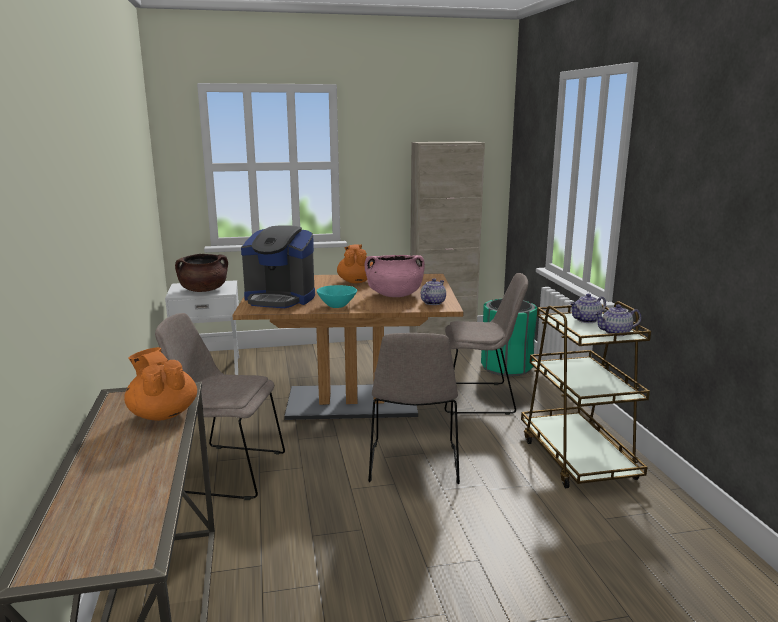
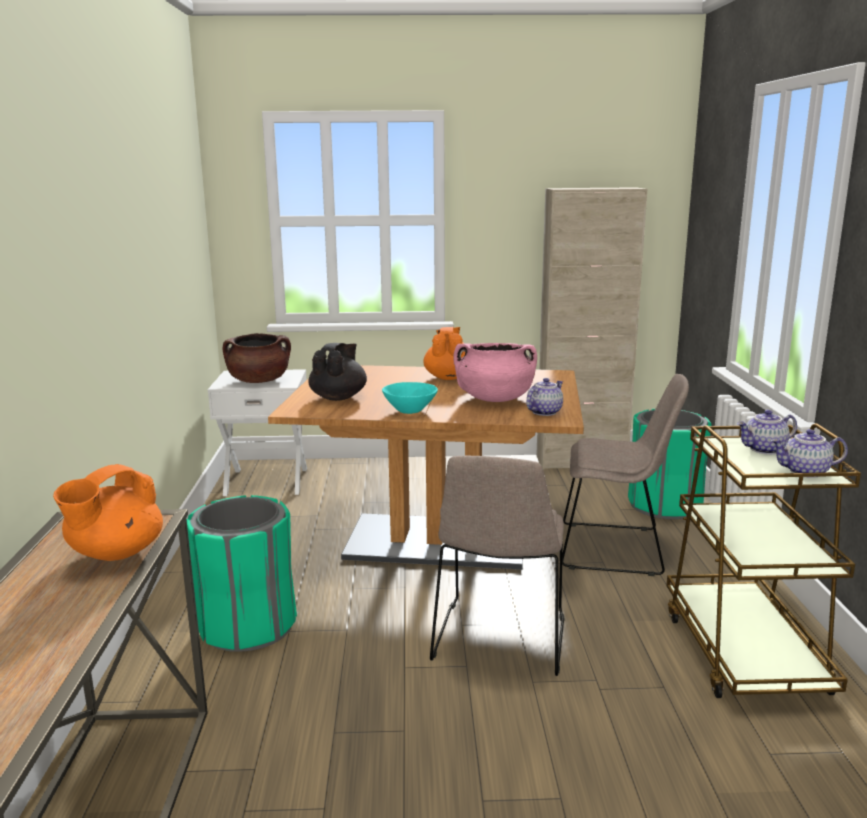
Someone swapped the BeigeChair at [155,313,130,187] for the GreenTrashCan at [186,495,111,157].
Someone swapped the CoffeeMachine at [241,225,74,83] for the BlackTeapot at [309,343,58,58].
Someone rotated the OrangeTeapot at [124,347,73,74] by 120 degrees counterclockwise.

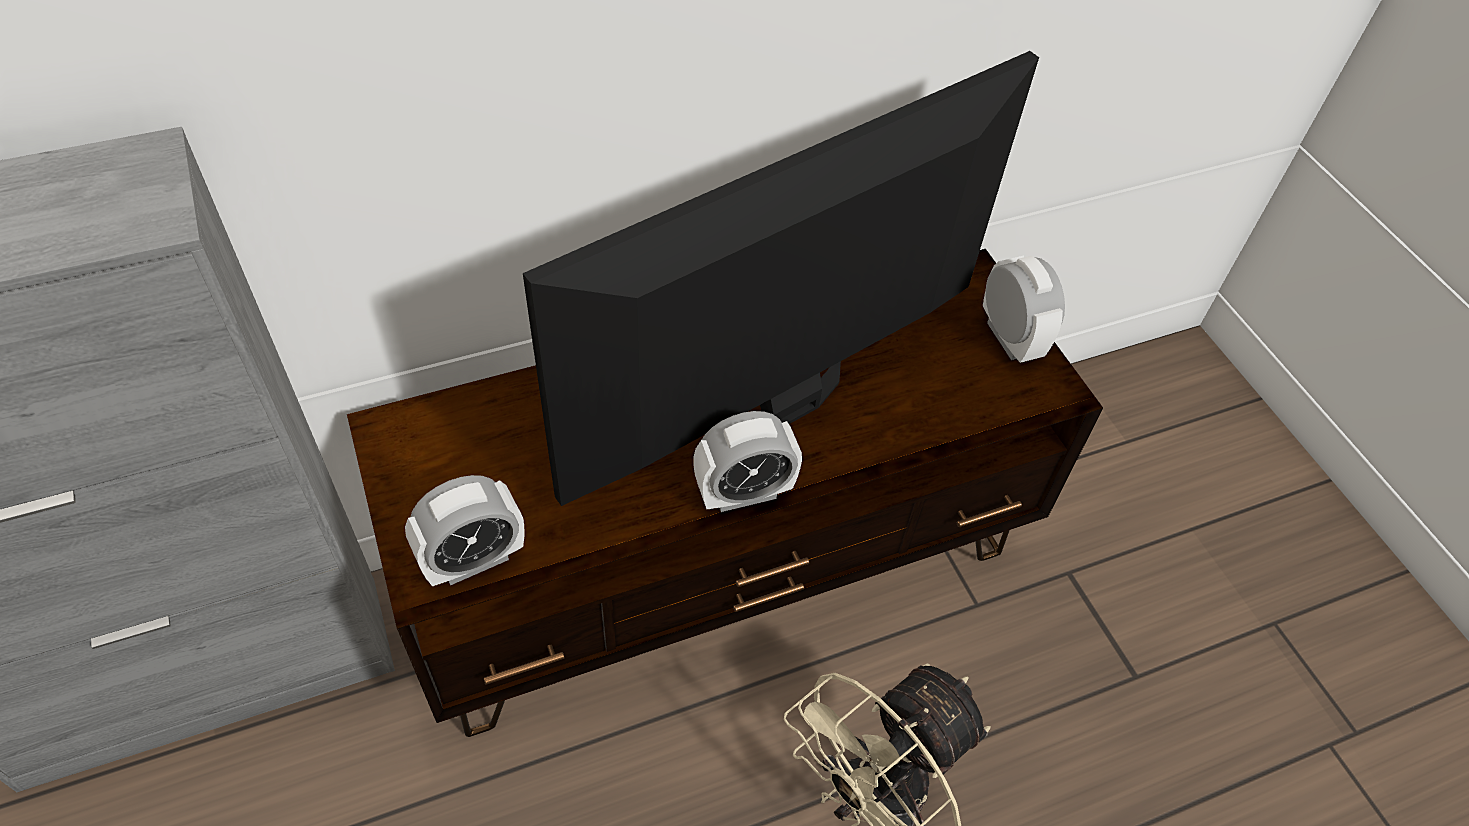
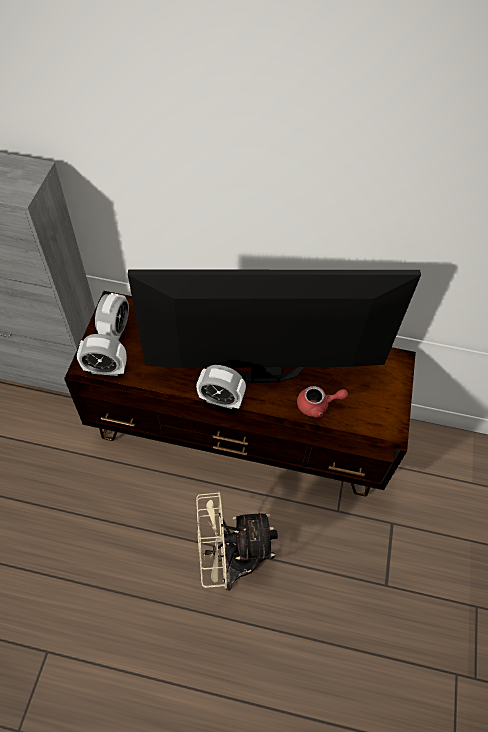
Someone put down the RedTeapot at [297,386,51,32].
Someone carried the AlarmClock from [983,256,82,107] to [95,293,34,48].

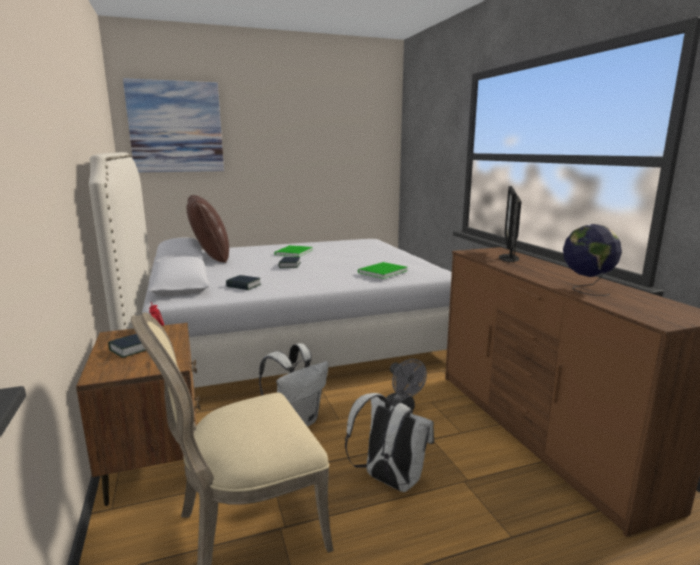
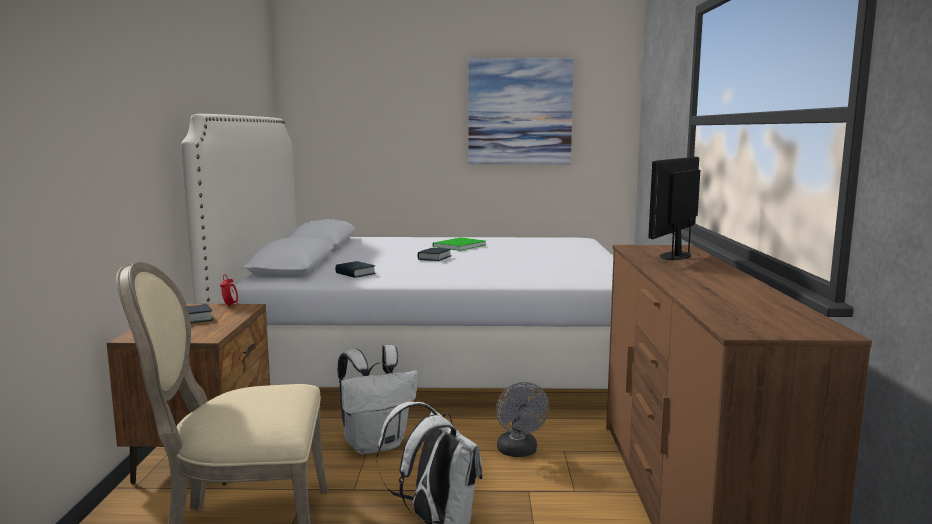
Someone took away the BrownPillow at [187,195,42,68].
Someone took away the GreenBook at [358,262,50,17].
Someone took away the Globe at [563,224,59,72].
Someone carried the Picture from [123,78,101,95] to [468,58,106,106].

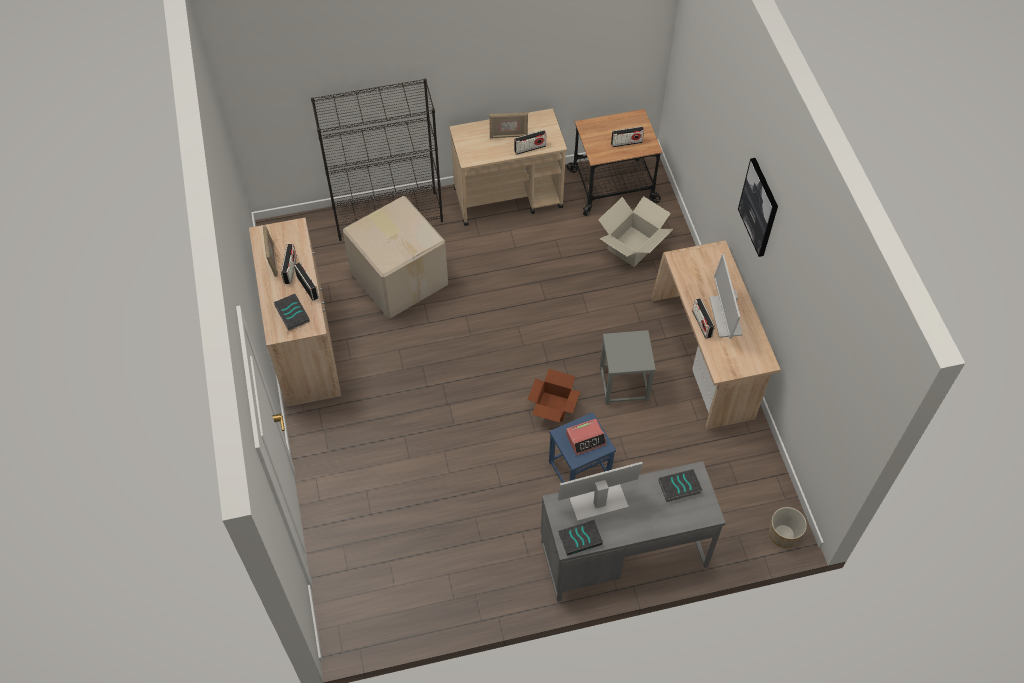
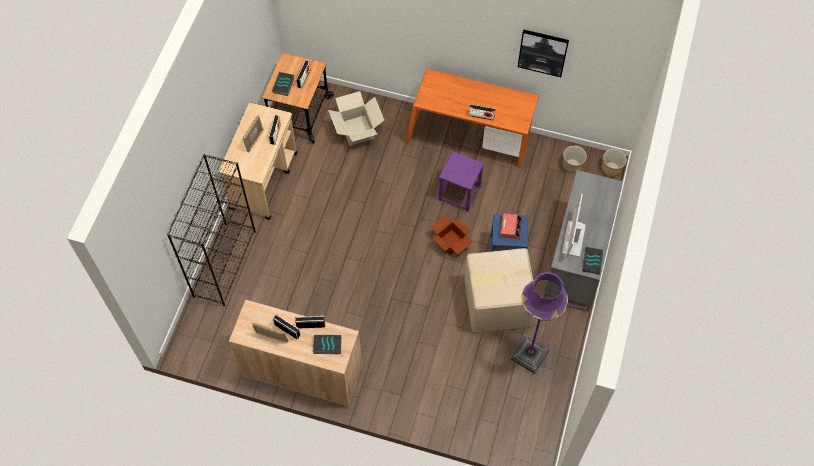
Someone took away the Monitor at [709,254,34,85].
Someone put down the PurpleFloorLamp at [510,272,58,102].
Someone put down the Planter at [563,146,24,27].
Someone carried the CardboardBox from [343,196,105,122] to [464,248,71,85].
Someone carried the Book from [658,469,45,33] to [272,72,23,24].
Someone carried the Picture from [738,158,40,99] to [518,30,51,47].
Someone repainted the GreyStool at [600,330,56,75], which became the PurpleStool at [439,151,45,61].
Someone repainted the BeigeDesk at [651,240,130,189], which became the OrangeDesk at [406,69,133,98].

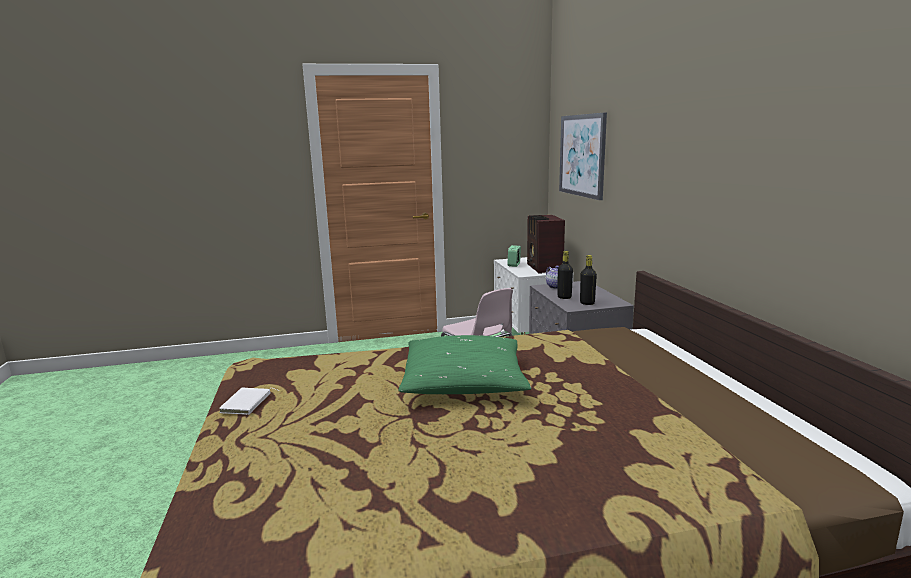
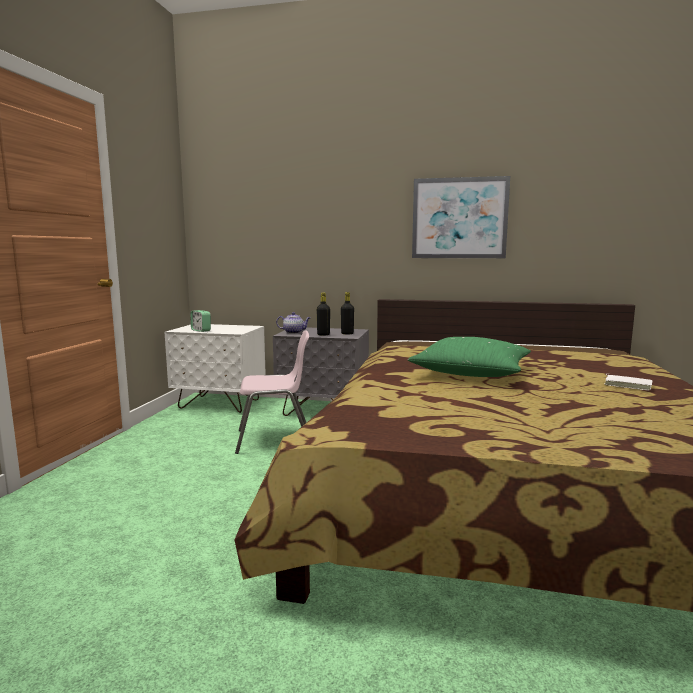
Someone took away the Radio at [527,215,38,59].
Someone carried the WhiteBook from [219,388,60,27] to [604,373,48,18].
Someone carried the Picture from [559,113,48,87] to [412,176,98,82].

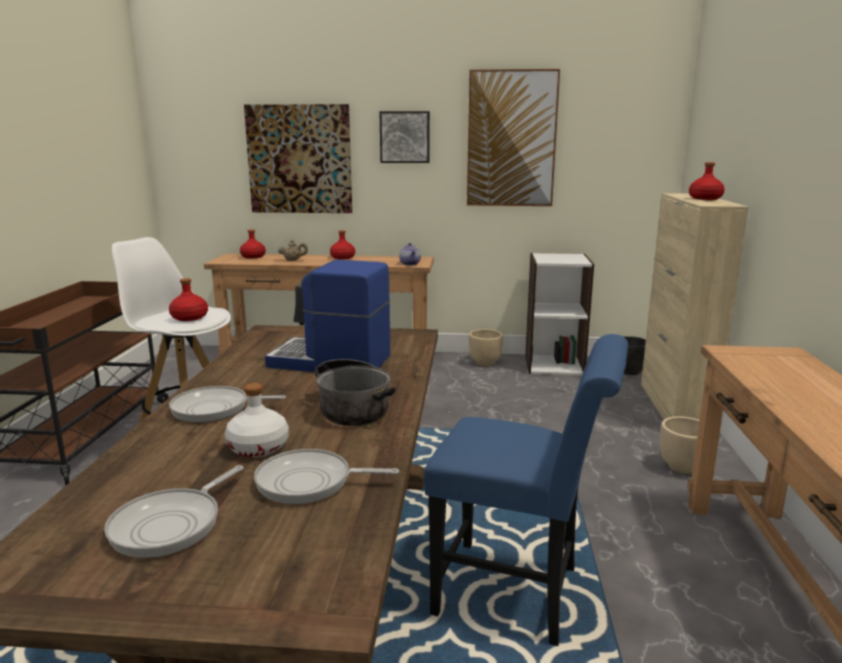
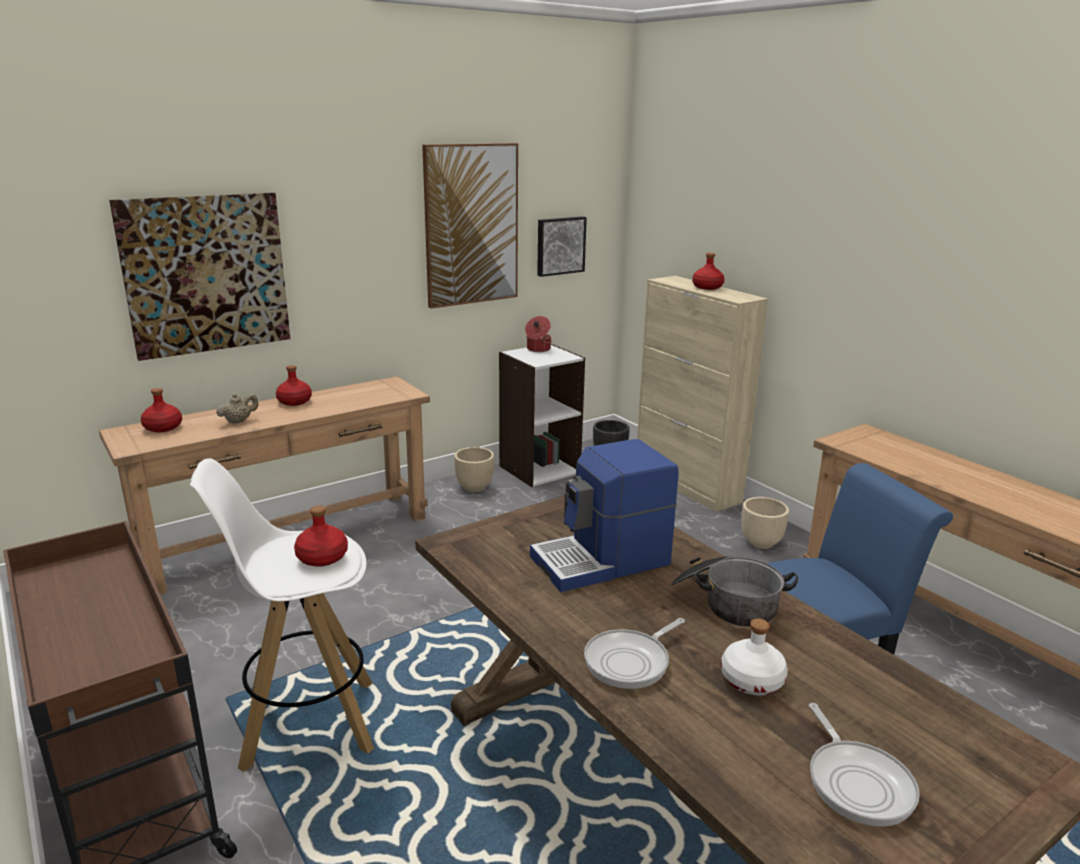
Someone took away the FryingPan at [254,449,145,55].
Someone took away the Teapot at [399,243,22,23].
Someone put down the CookingPot at [525,316,27,36].
Someone carried the Picture from [379,111,51,52] to [537,216,50,61].

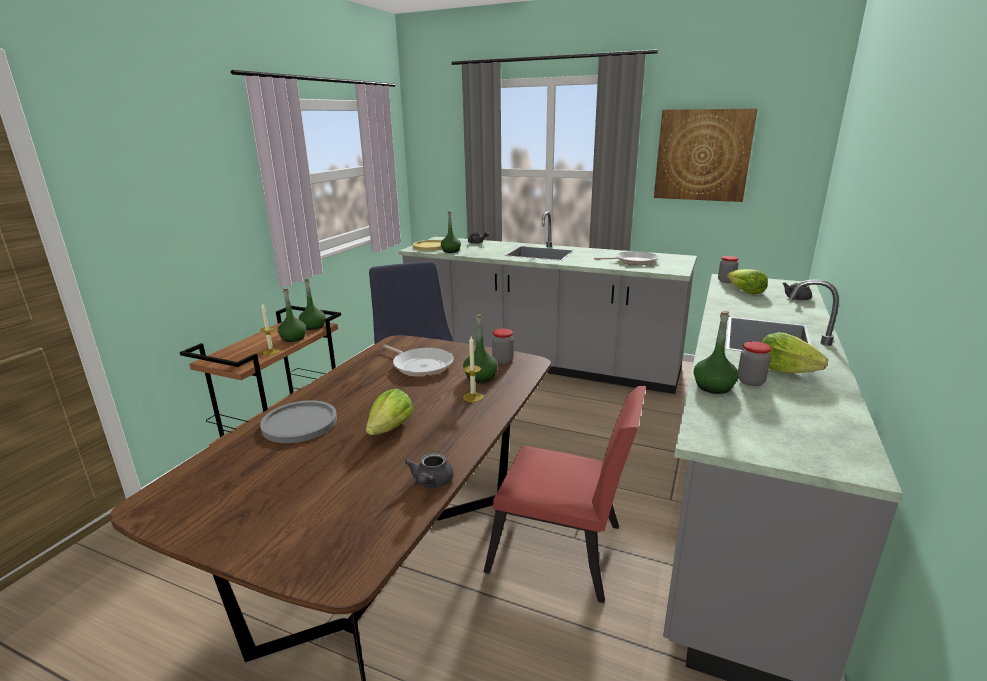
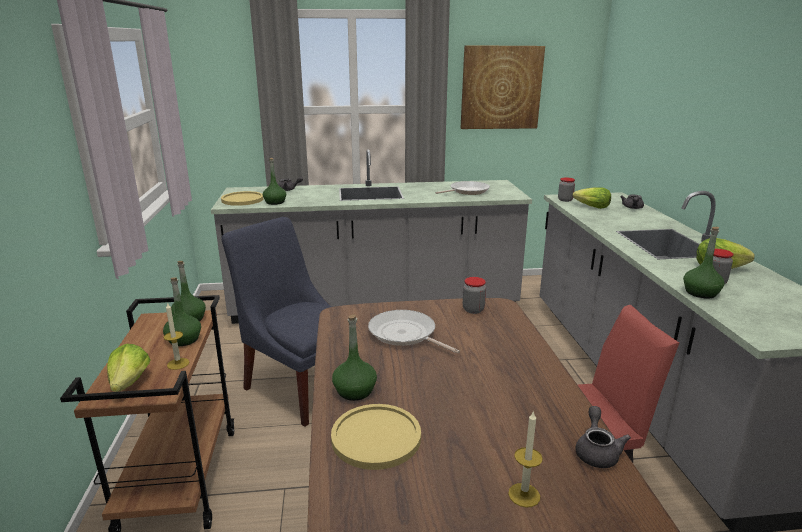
Someone carried the Lettuce from [366,389,48,46] to [107,344,44,48].
Someone carried the GreenBottle from [463,314,35,69] to [332,315,45,86].
Someone carried the Candle from [463,336,20,66] to [508,410,35,98].
Someone repainted the GreyPlate at [260,400,77,43], which became the YellowPlate at [331,404,90,66].
Someone rotated the FryingPan at [383,345,71,32] by 150 degrees counterclockwise.
Someone rotated the GreyTeapot at [405,453,49,35] by 150 degrees counterclockwise.

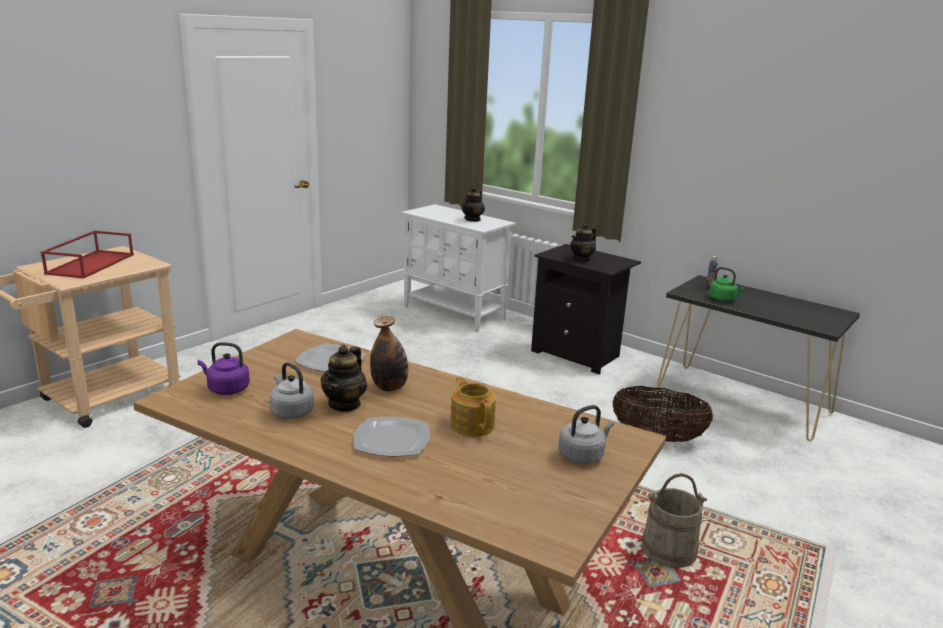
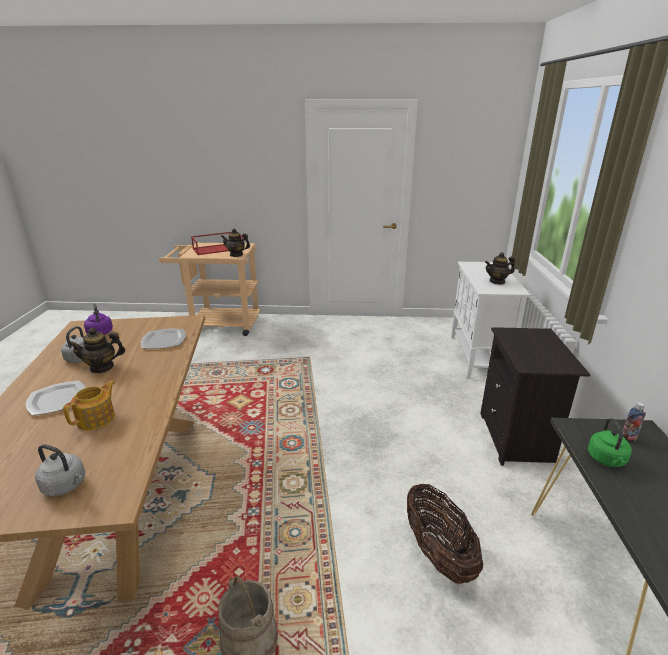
Someone took away the Bottle at [370,316,38,75].
Someone carried the Teapot from [570,223,26,39] to [221,229,29,28].

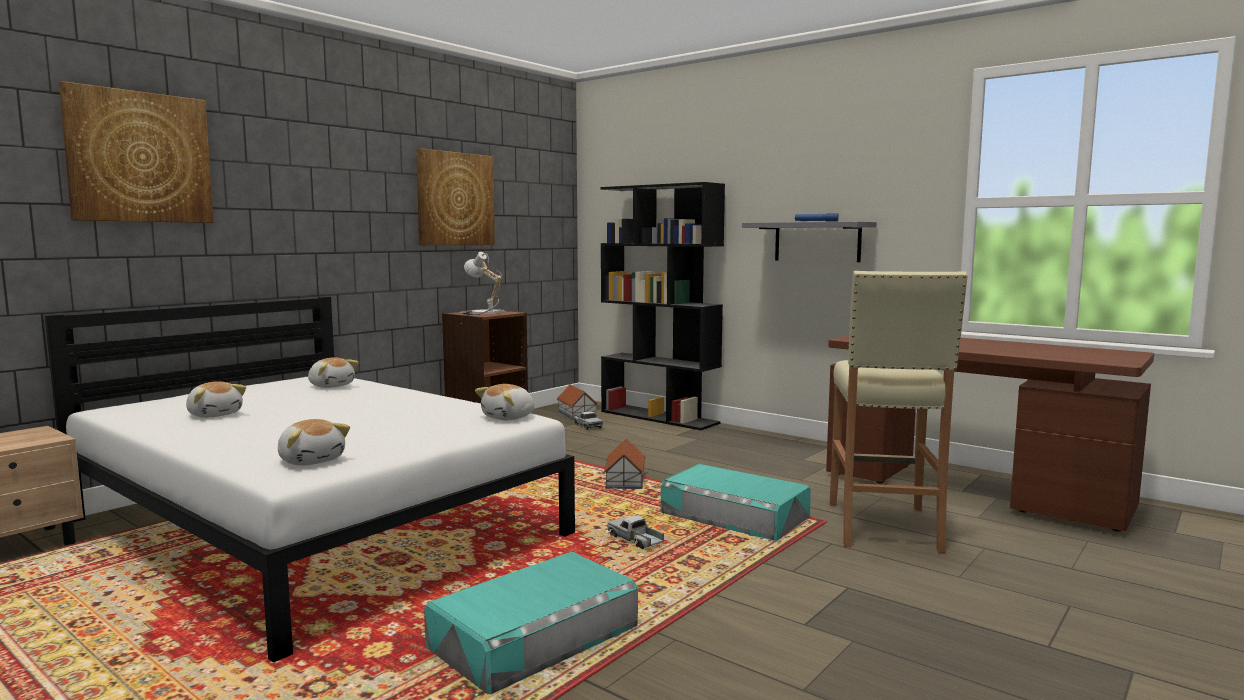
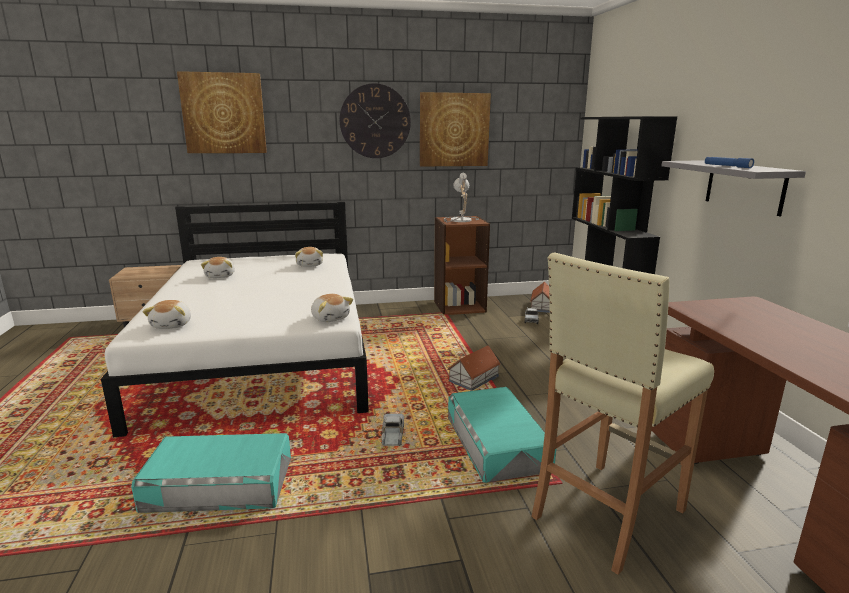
Someone put up the WallClock at [339,83,72,75].
Someone rotated the PlushToy at [475,384,59,36] by 120 degrees counterclockwise.

